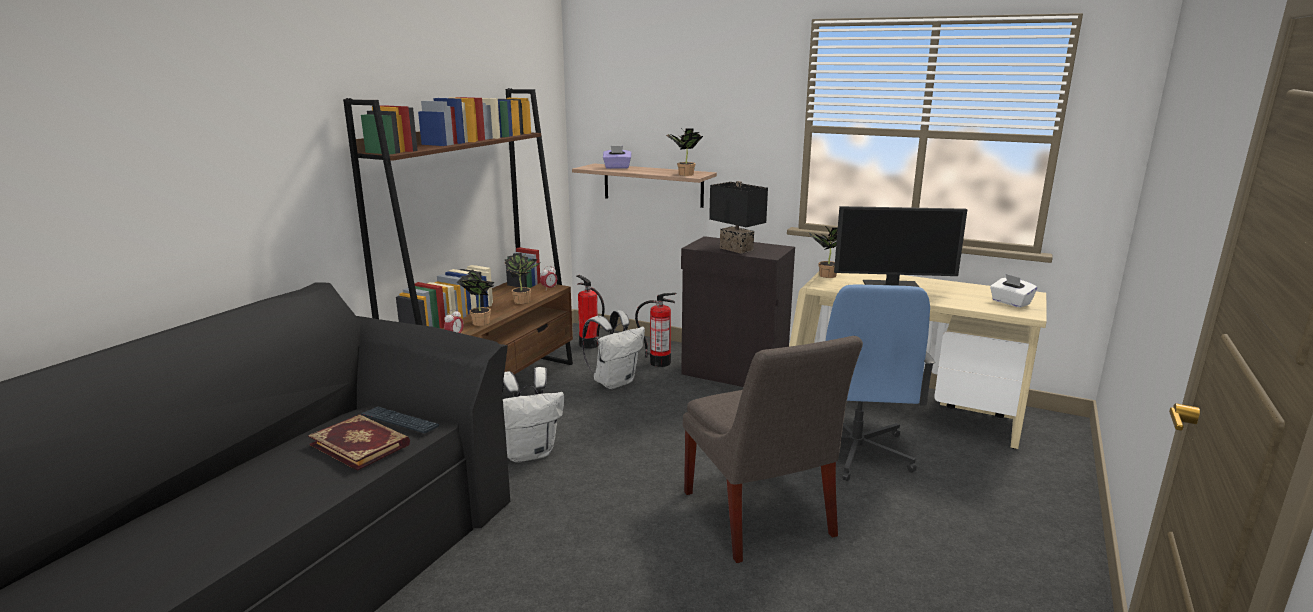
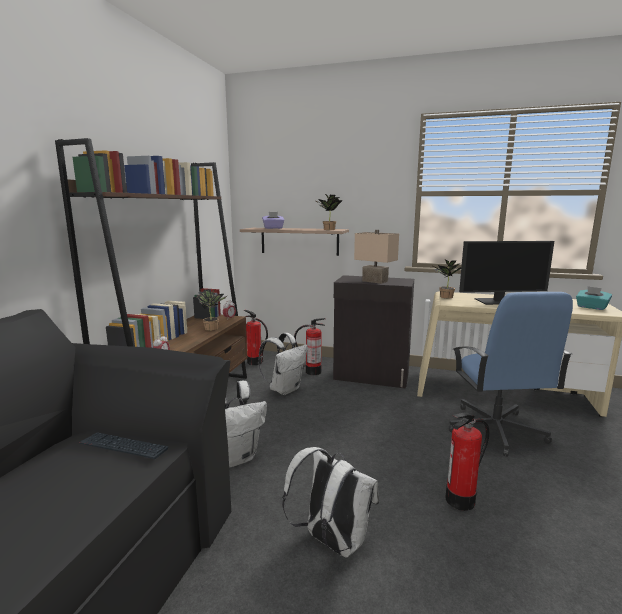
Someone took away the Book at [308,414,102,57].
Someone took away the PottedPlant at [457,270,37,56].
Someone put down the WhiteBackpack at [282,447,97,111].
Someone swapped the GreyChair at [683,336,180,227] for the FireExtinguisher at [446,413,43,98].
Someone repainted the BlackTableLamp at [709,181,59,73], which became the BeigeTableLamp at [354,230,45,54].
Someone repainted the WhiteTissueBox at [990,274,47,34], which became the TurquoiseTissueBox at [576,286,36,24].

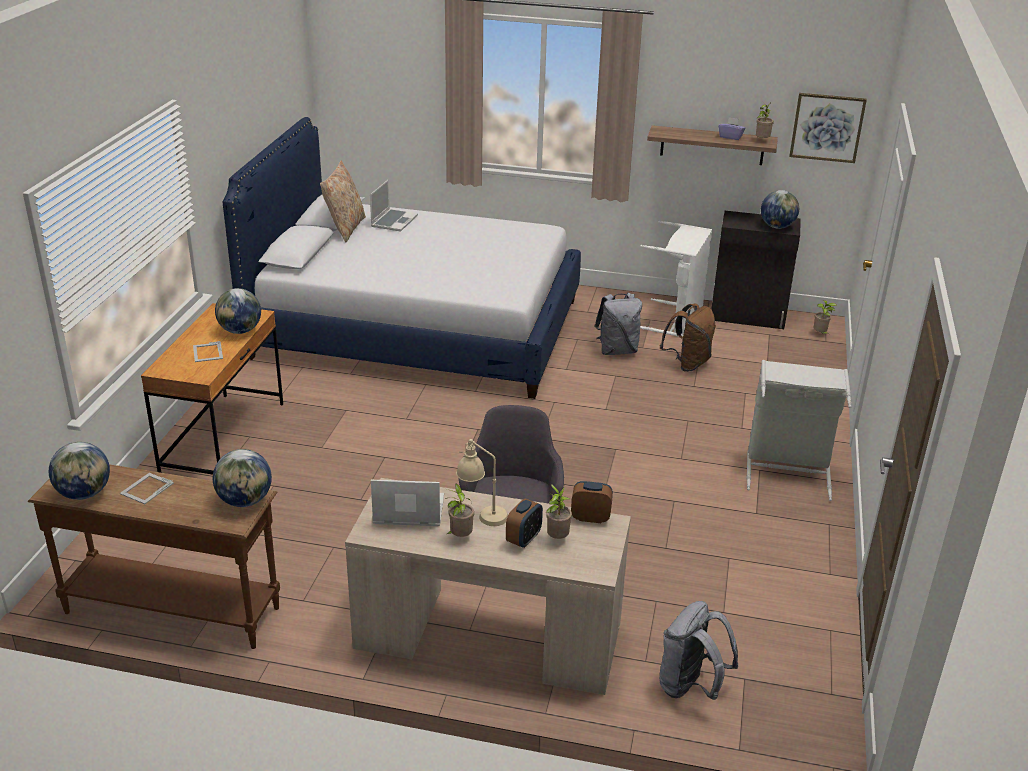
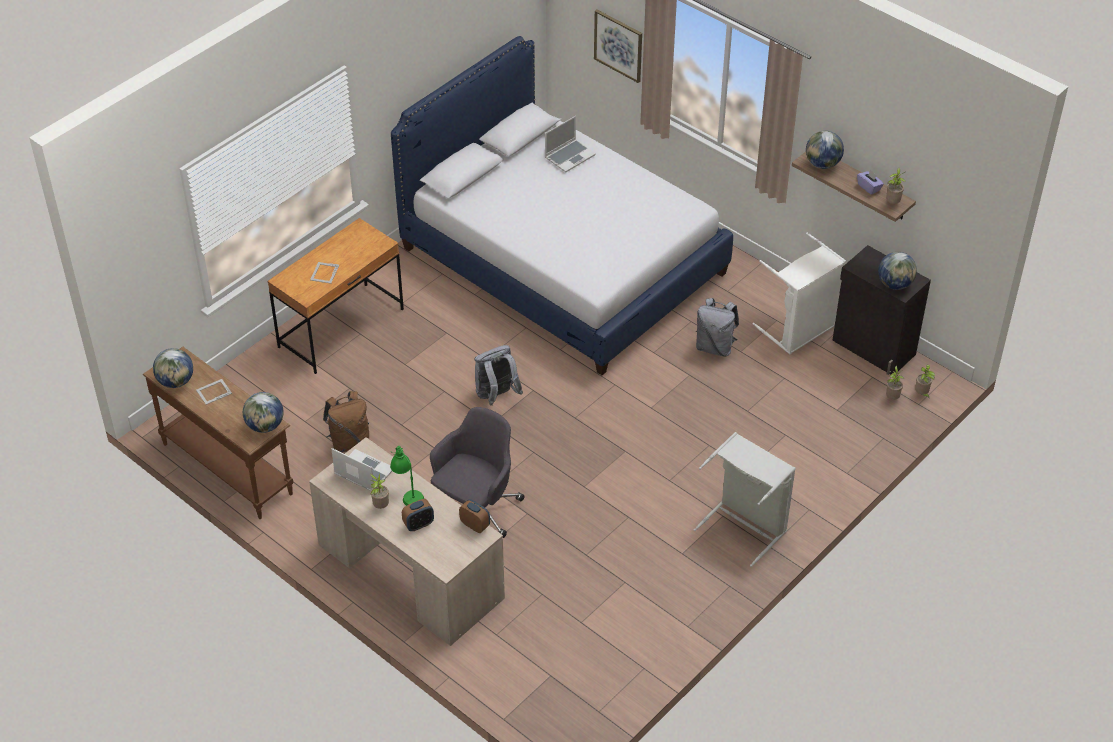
Someone took away the BeigePillow at [320,161,46,81].
Someone carried the Globe from [215,288,46,46] to [806,130,38,39].
Someone carried the PottedPlant from [546,484,26,55] to [886,366,19,34].
Someone carried the GreyBackpack from [659,601,79,99] to [475,345,48,61].
Someone carried the BrownBackpack from [660,304,56,68] to [323,391,46,62].
Someone carried the Picture from [789,93,78,70] to [594,10,48,73].
Someone repainted the BeigeTableLamp at [456,439,52,87], which became the GreenTableLamp at [390,446,34,60].

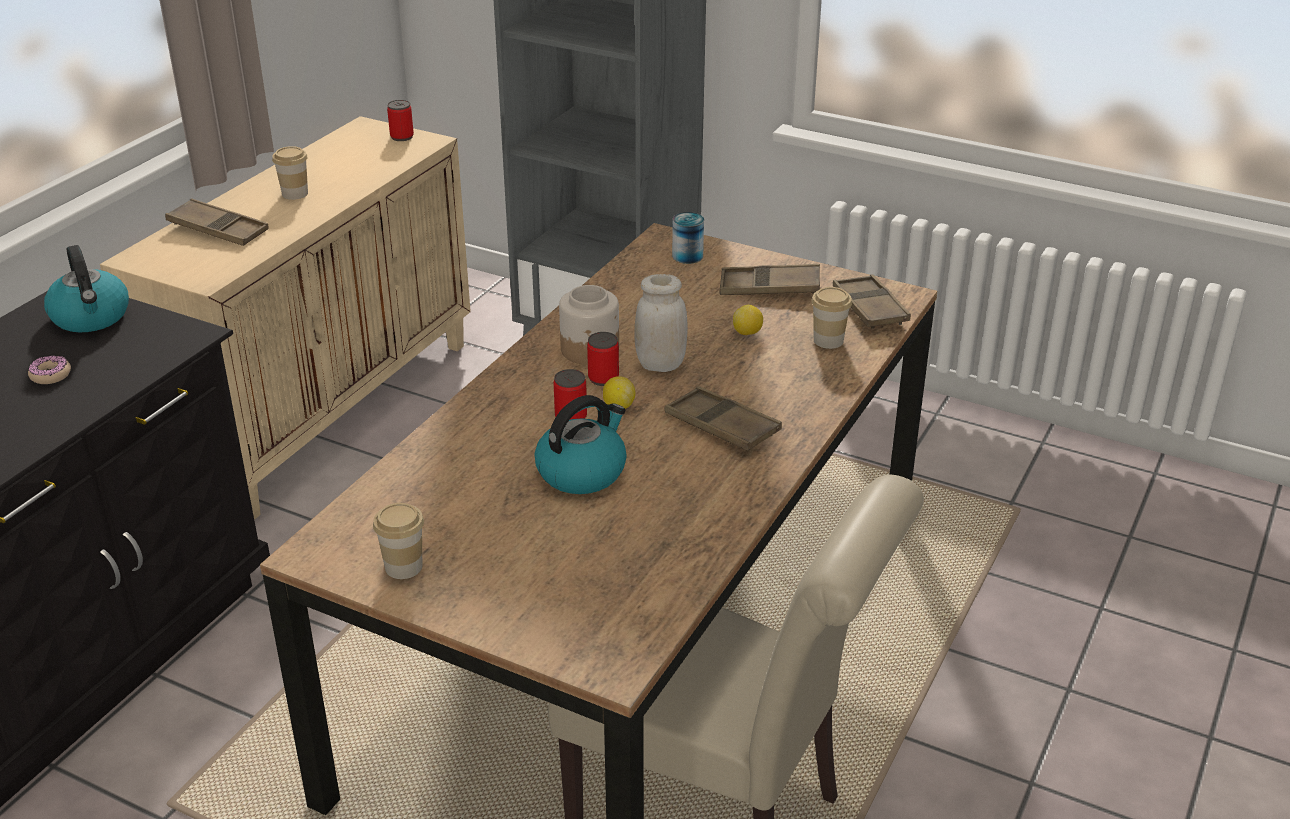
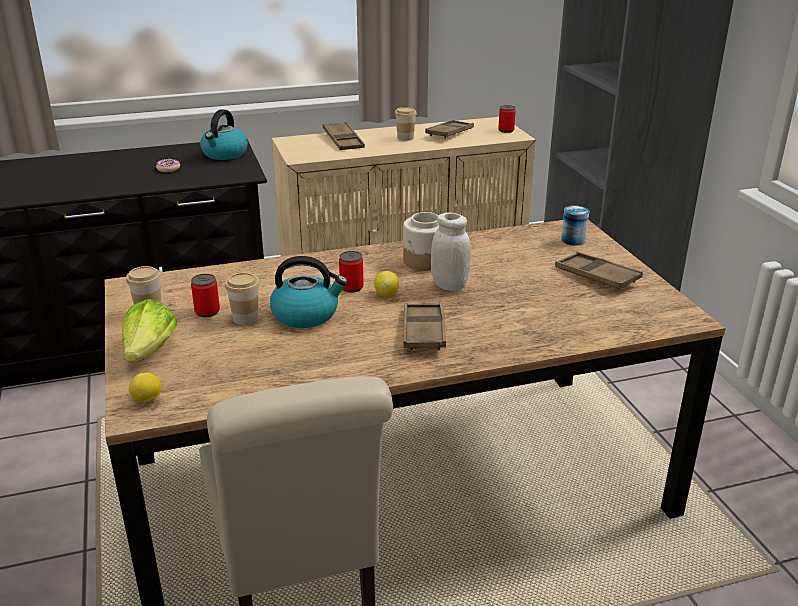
Someone put down the Lettuce at [122,299,56,62].
Someone carried the Can from [587,332,32,54] to [191,274,29,43].
Someone carried the Lemon from [733,305,30,30] to [129,373,32,30].
Someone carried the Cup from [811,287,41,62] to [225,273,35,52].
Someone carried the BrownTray from [833,274,78,55] to [425,120,49,19].

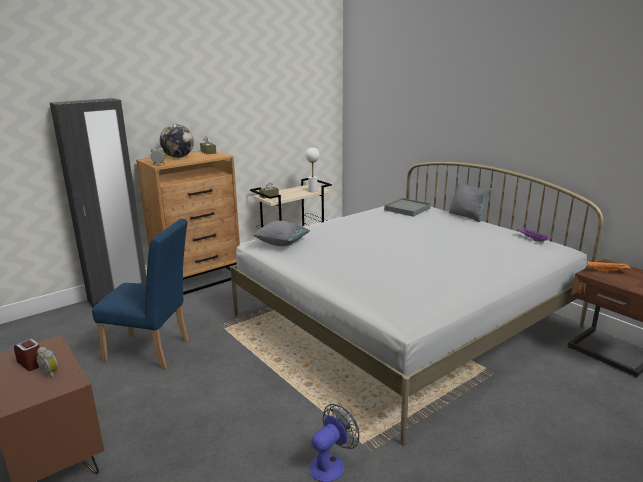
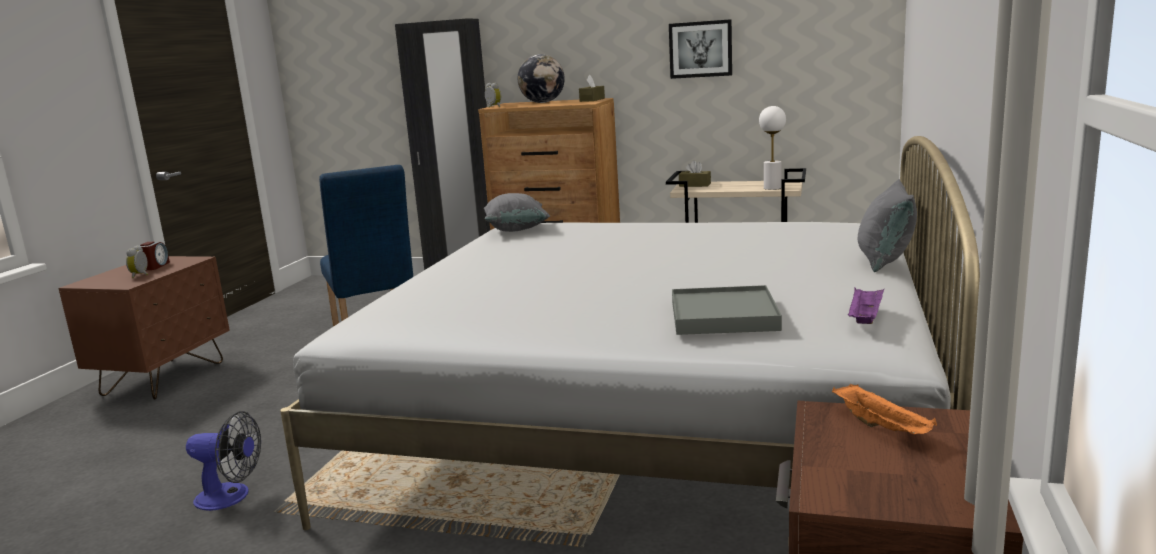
Someone put up the Picture at [669,19,63,60].
Someone carried the GreyTray from [384,198,47,19] to [672,285,110,50].

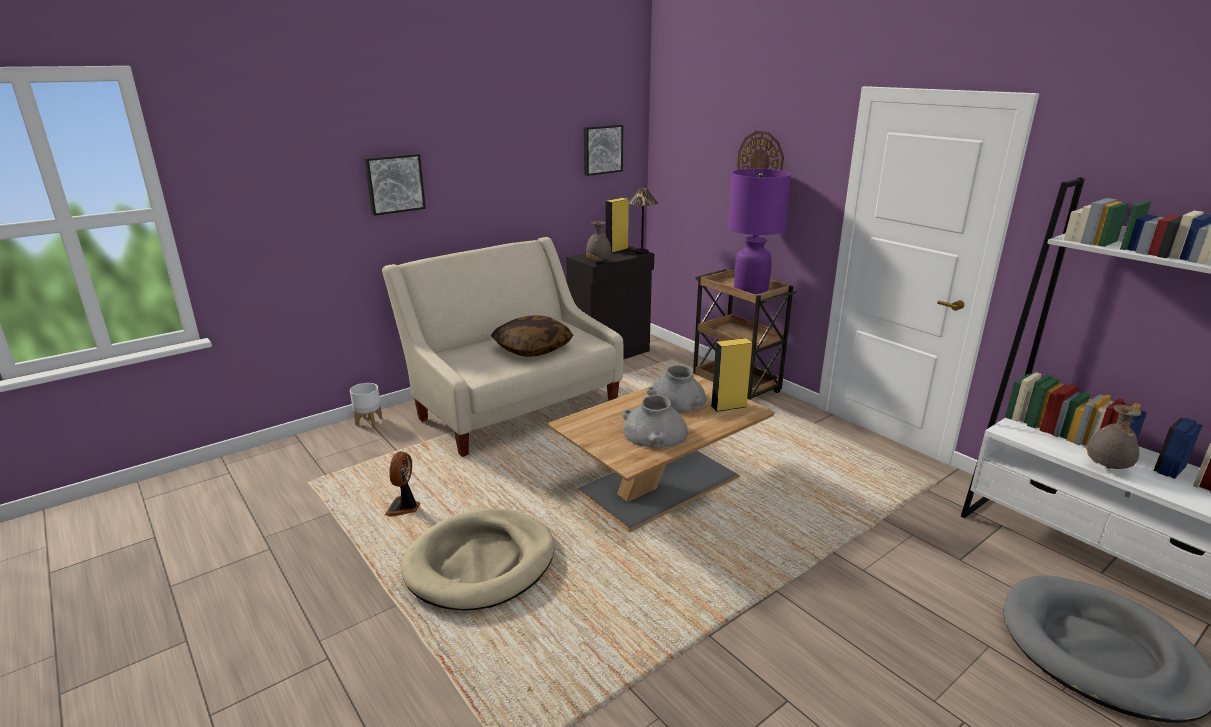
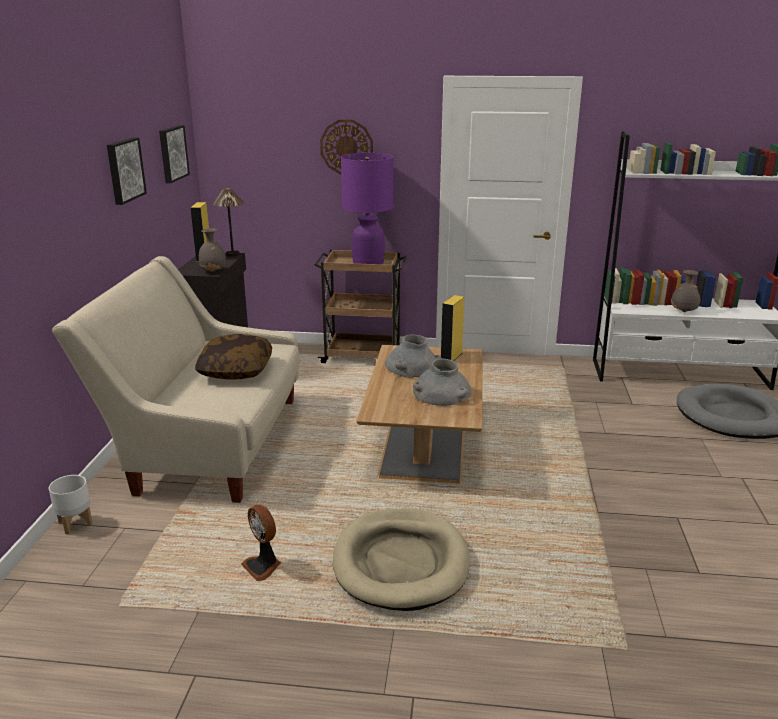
Someone carried the Picture from [364,153,62,63] to [107,137,40,68].

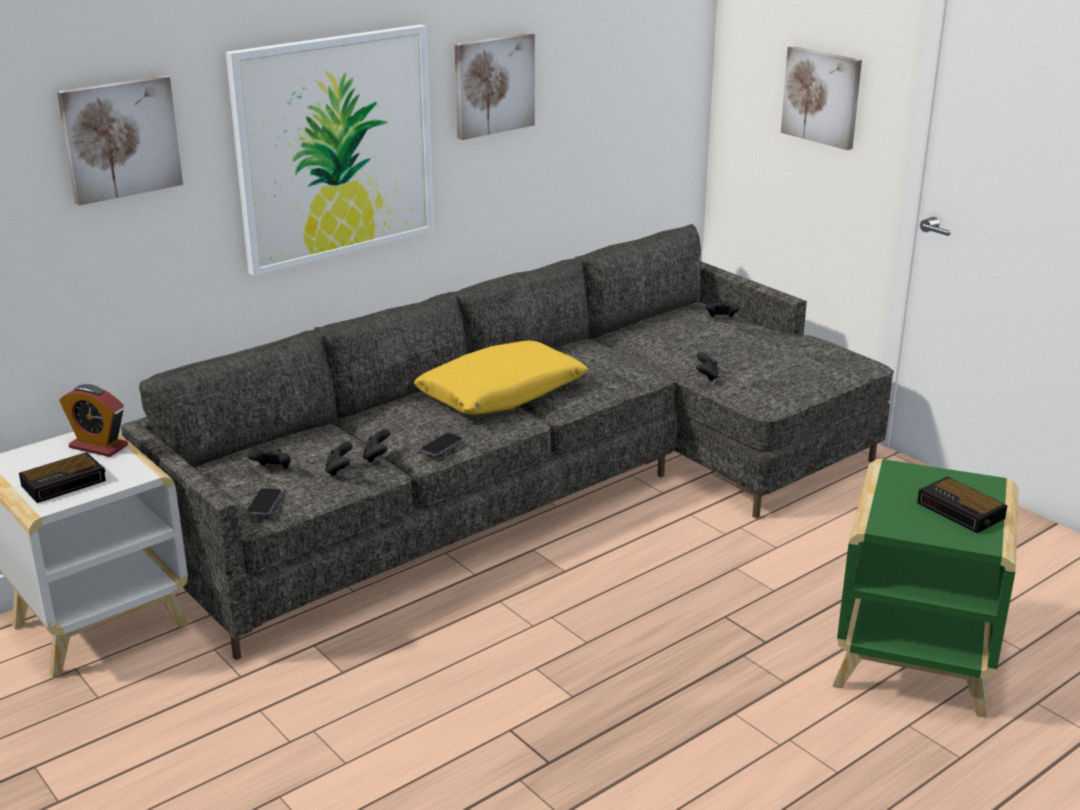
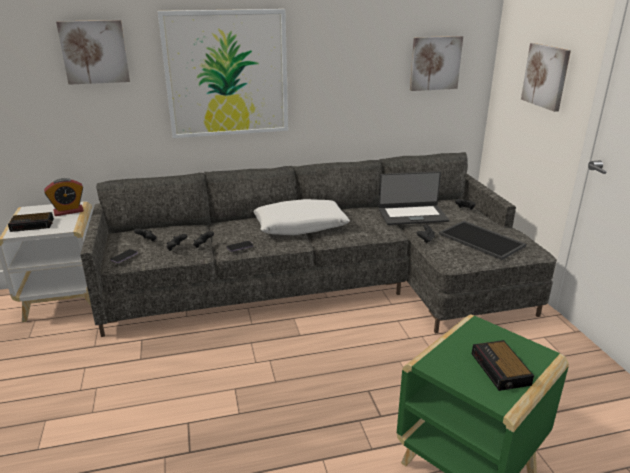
Someone put down the Laptop at [378,171,71,54].
Someone put down the Tray at [439,221,87,39].
Someone carried the Picture from [455,33,80,107] to [410,36,53,55].
Someone repainted the YellowPillow at [414,340,174,74], which became the WhitePillow at [253,199,97,36].
Someone rotated the AlarmClock at [59,384,69,73] by 75 degrees counterclockwise.

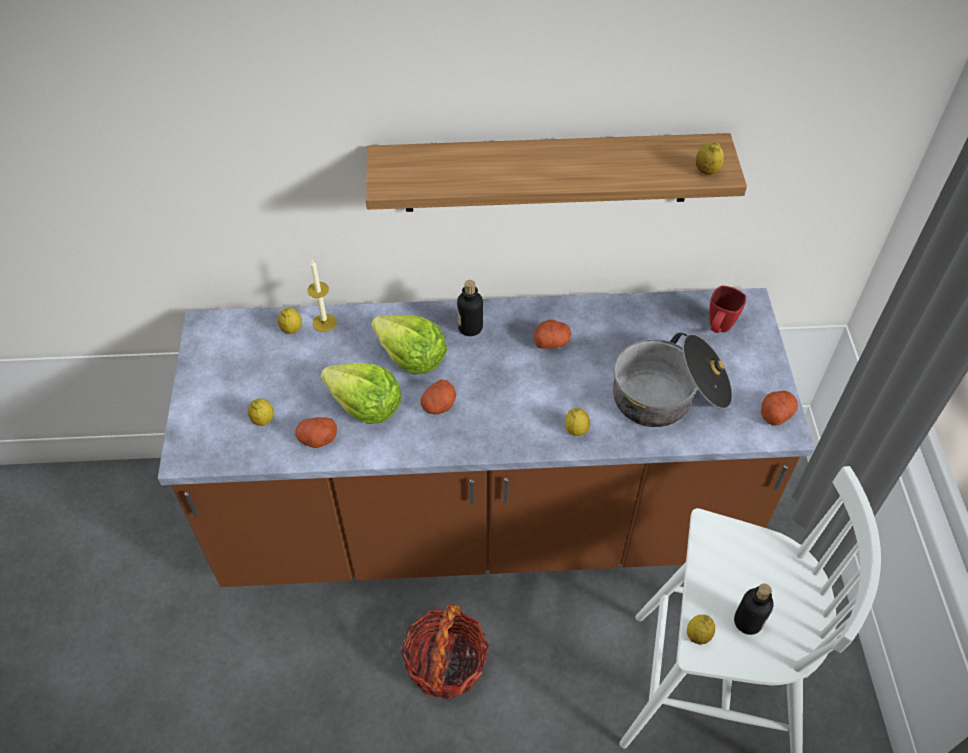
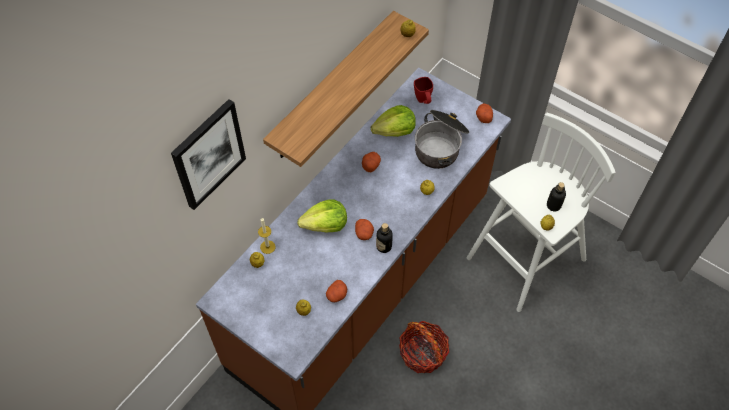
Someone put up the Picture at [171,99,75,111].
Someone carried the Lettuce from [320,363,82,61] to [371,105,45,32].
Someone carried the Bottle from [457,280,26,56] to [376,223,17,30].

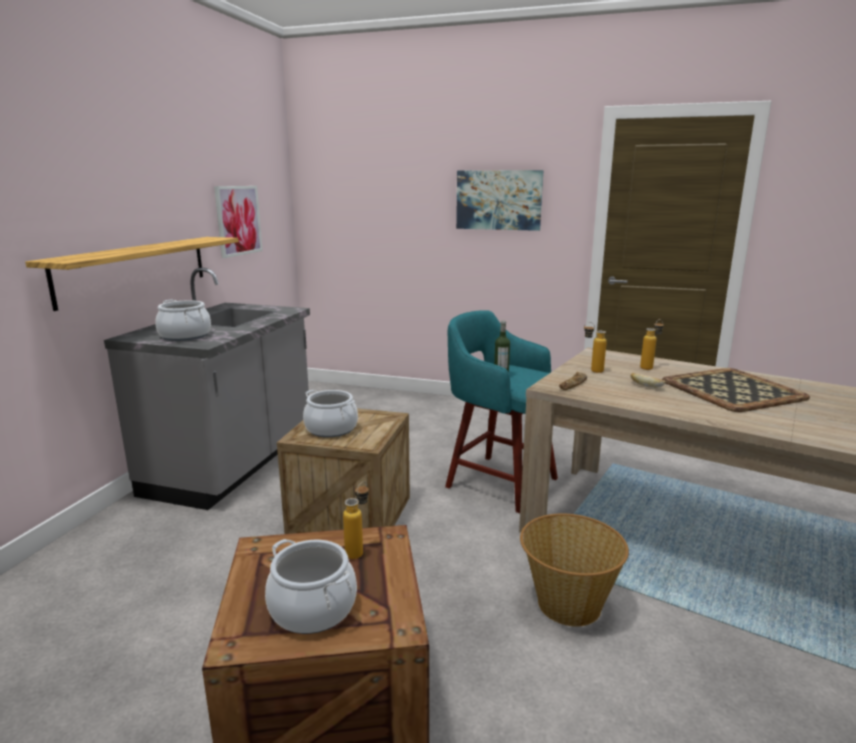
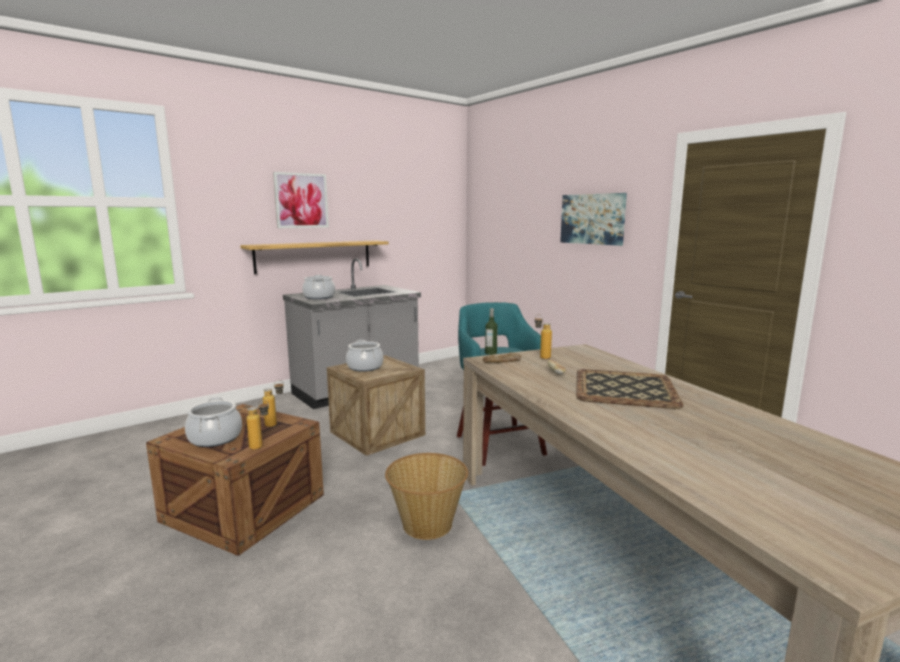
Someone carried the Picture from [214,186,49,72] to [273,172,56,56].
Someone carried the Bottle from [640,319,24,51] to [246,400,23,50].

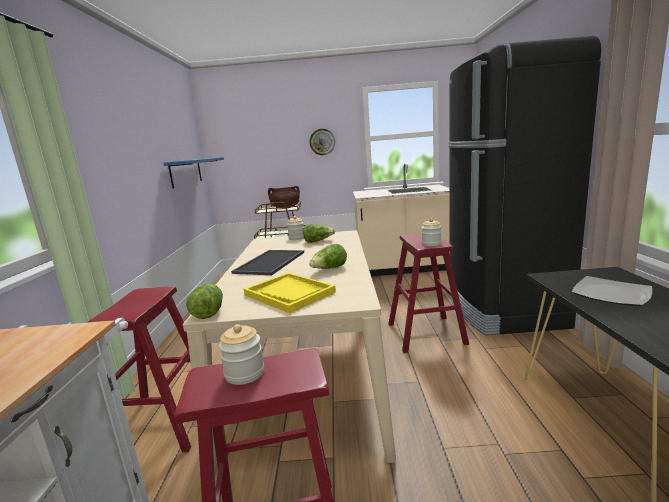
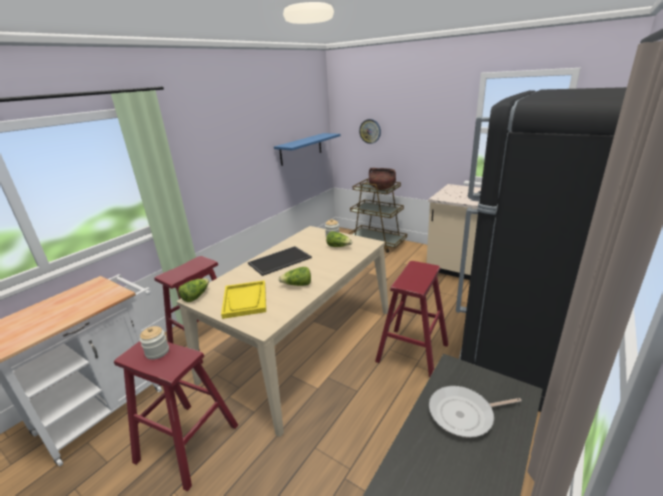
Someone took away the Jar at [421,218,21,28].
Someone carried the WallClock from [310,129,25,26] to [359,119,22,25].
Someone swapped the Plate at [572,276,80,30] for the FryingPan at [429,386,93,52].

